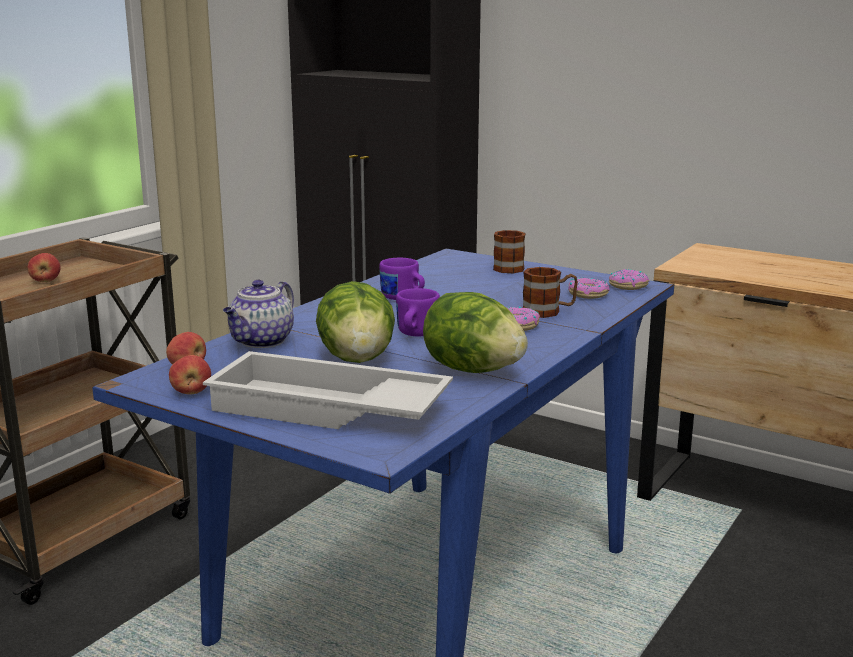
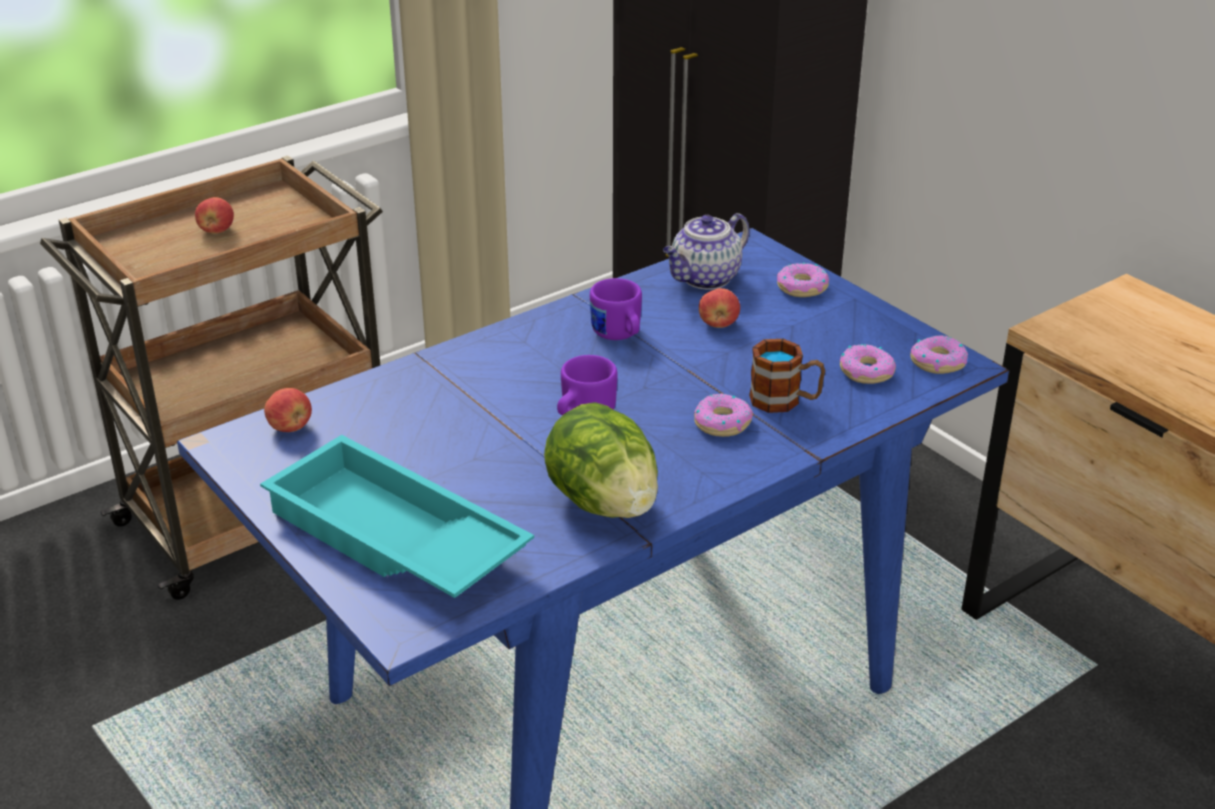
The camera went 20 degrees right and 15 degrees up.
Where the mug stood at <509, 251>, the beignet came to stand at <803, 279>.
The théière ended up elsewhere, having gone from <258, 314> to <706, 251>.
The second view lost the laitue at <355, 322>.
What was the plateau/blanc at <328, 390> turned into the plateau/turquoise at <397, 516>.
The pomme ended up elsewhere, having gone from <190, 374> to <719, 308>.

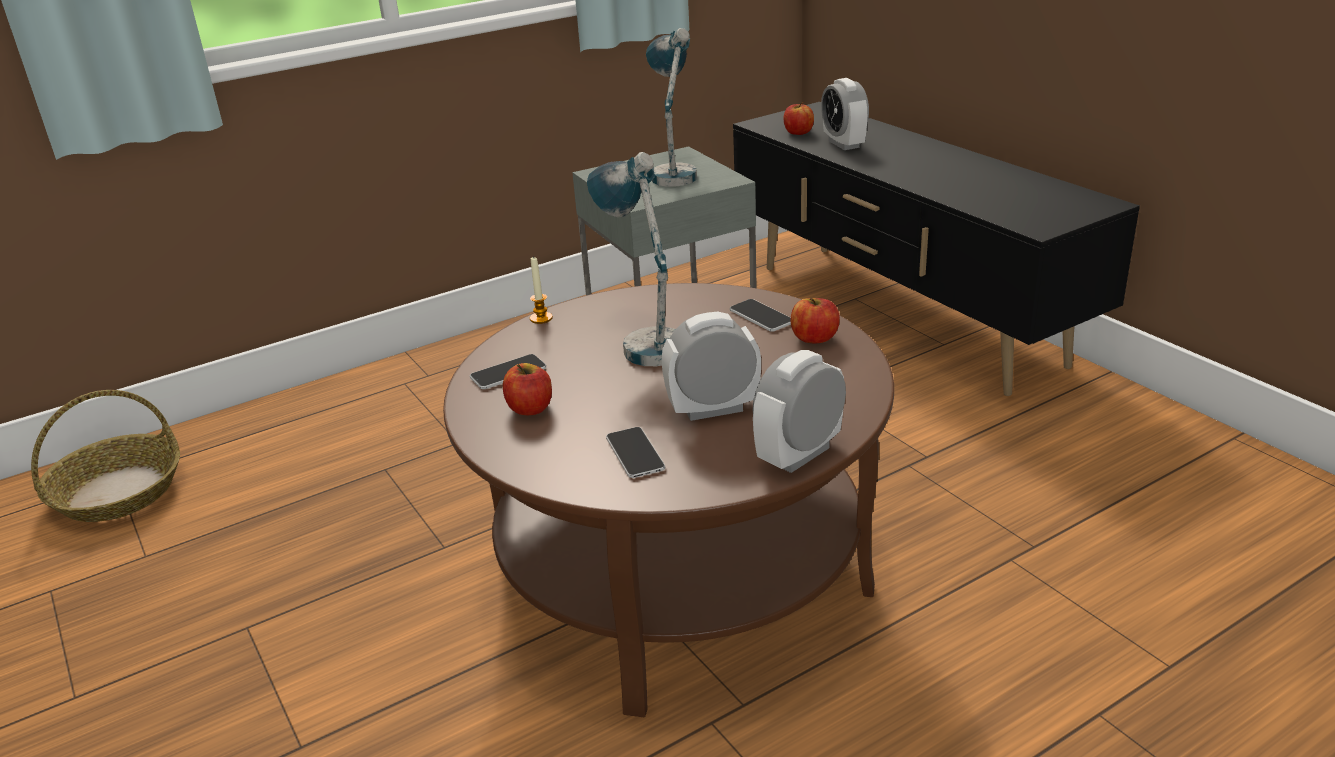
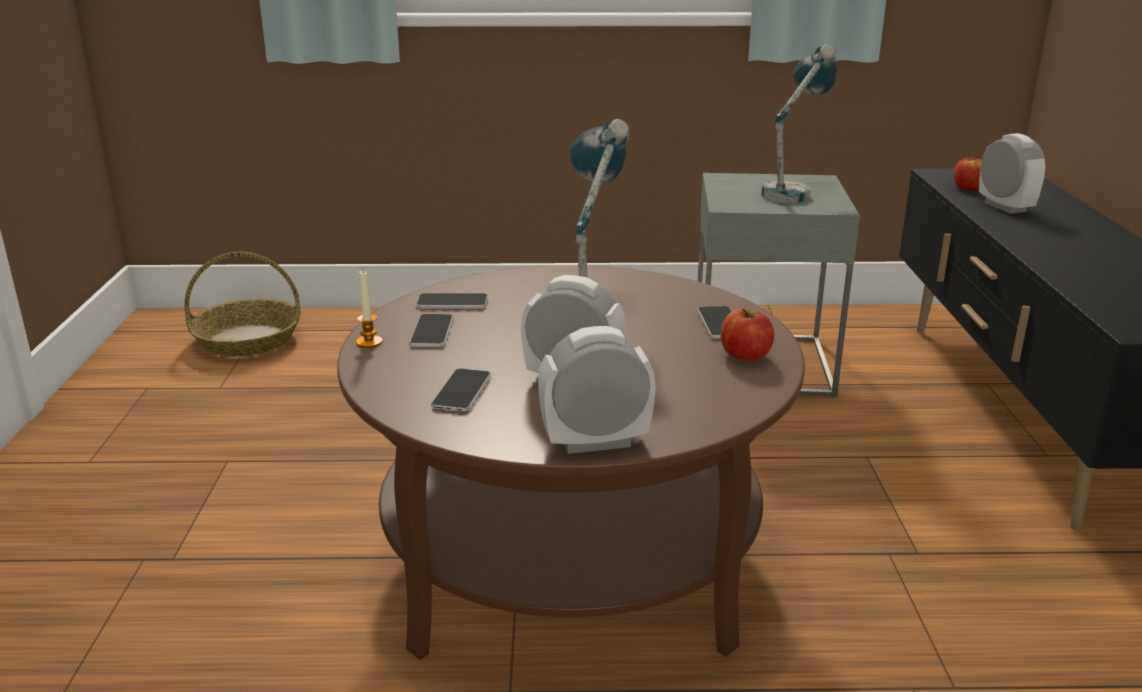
The camera went 30 degrees right and 5 degrees down.
The réveil at <845, 114> ended up facing another way, 150 degrees clockwise from before.
The bougie ended up elsewhere, having gone from <541, 290> to <369, 309>.
Where the pomme stood at <527, 389>, the téléphone came to stand at <431, 330>.

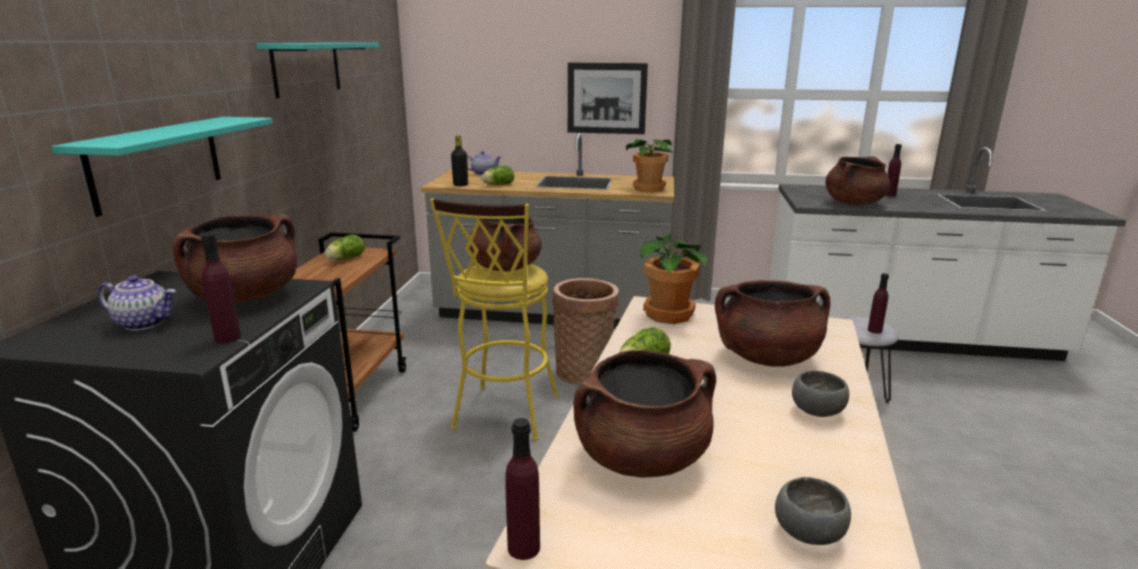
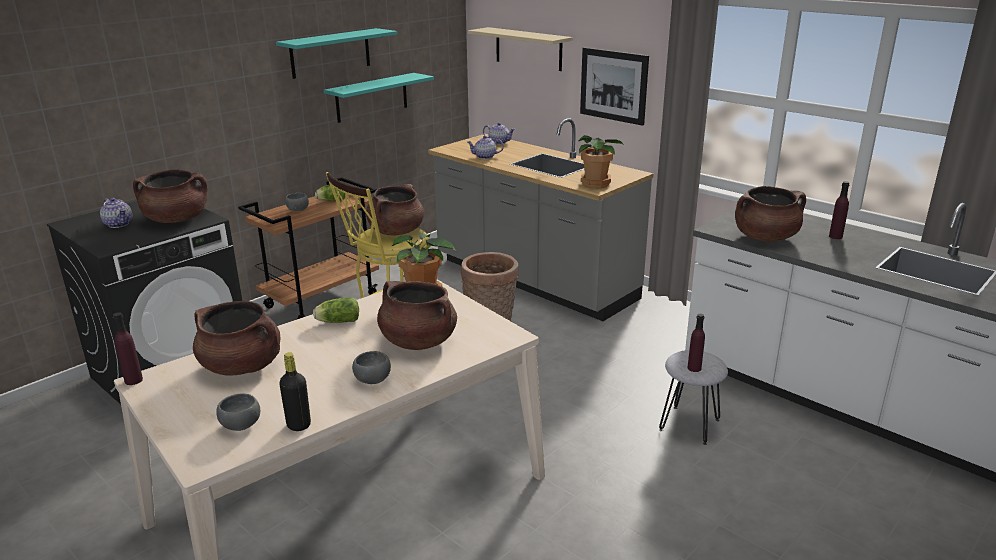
The camera went 35 degrees right and 5 degrees up.
The étagère/turquoise ended up elsewhere, having gone from <162, 167> to <378, 98>.
The bouteille/noir ended up elsewhere, having gone from <459, 160> to <295, 391>.
Where the laitue stood at <497, 175>, the théière came to stand at <485, 147>.
The second view lost the bouteille/violet at <221, 288>.
The second view gained the étagère/beige at <520, 49>.
The second view gained the bol/gris at <297, 202>.

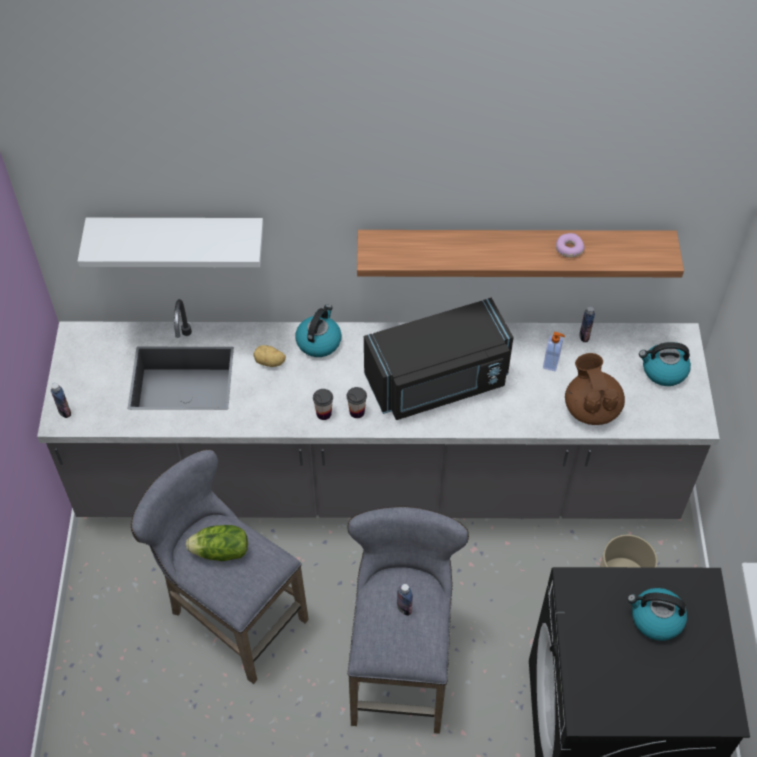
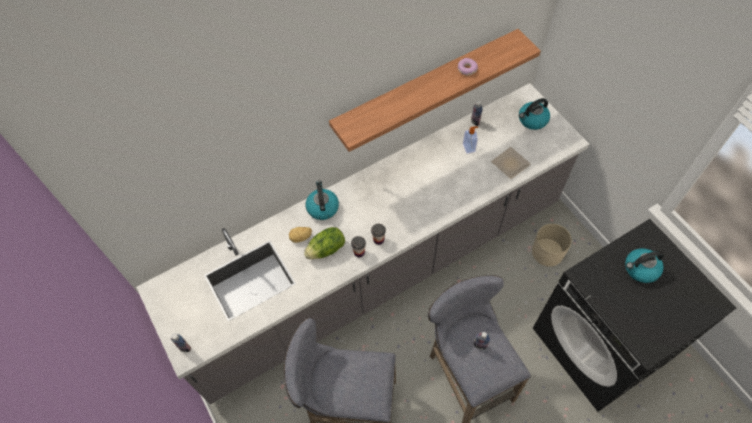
The camera went 30 degrees left and 5 degrees up.
The second view lost the étagère/blanc at <170, 242>.
The second view lost the micro-ondes/noir at <438, 359>.
Where the théière/marron stood at <595, 389>, the assiette came to stand at <511, 163>.
The laitue ended up elsewhere, having gone from <217, 543> to <324, 243>.

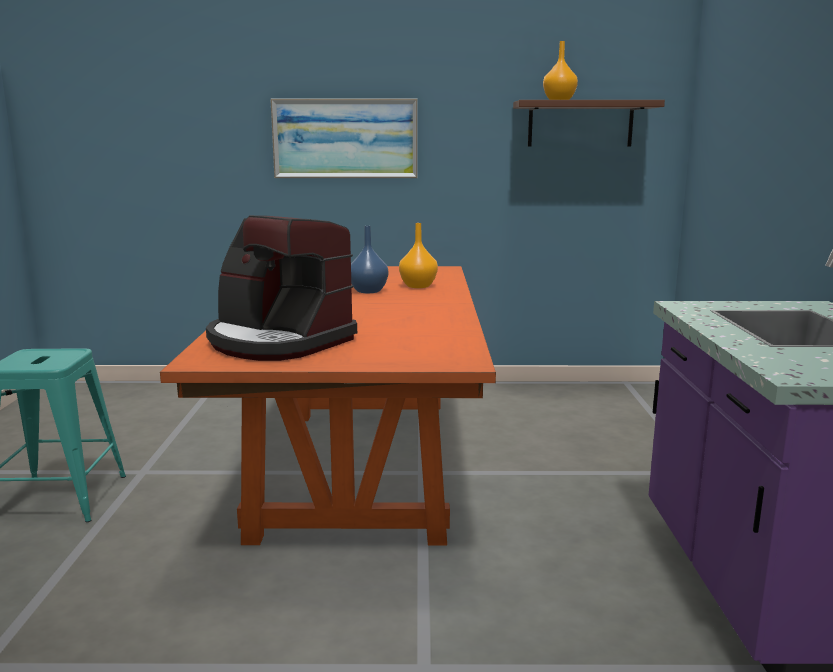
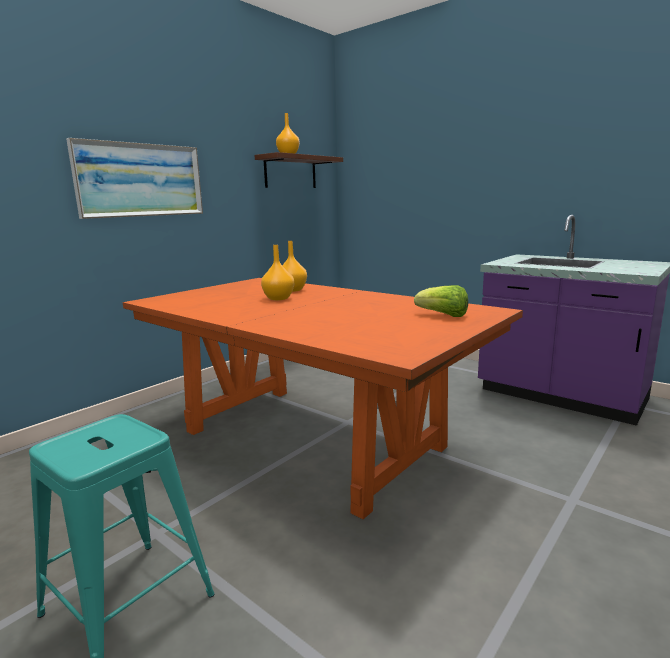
The camera went 50 degrees left and 0 degrees up.
The second view lost the machine à café at <281, 288>.
What was the vase/bleu at <369, 259> turned into the vase/orange at <277, 272>.
The second view gained the laitue at <441, 301>.

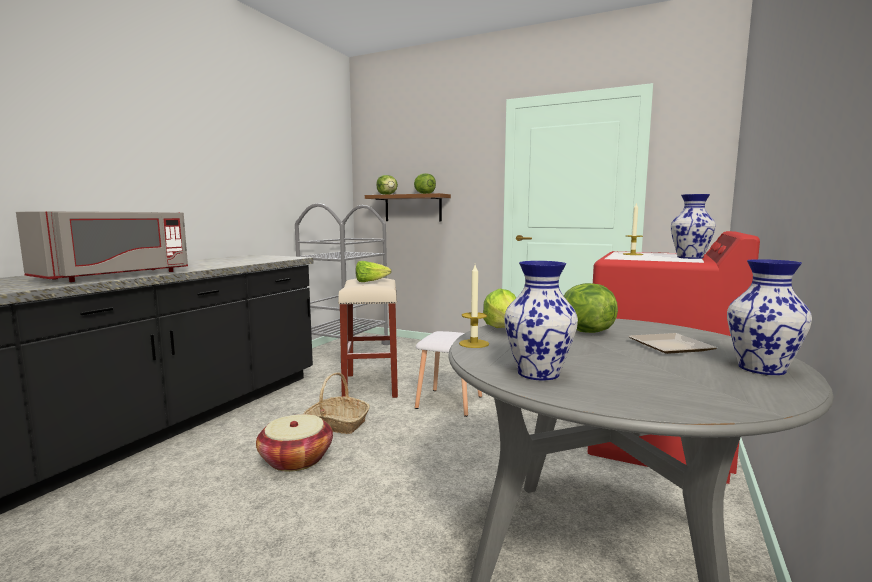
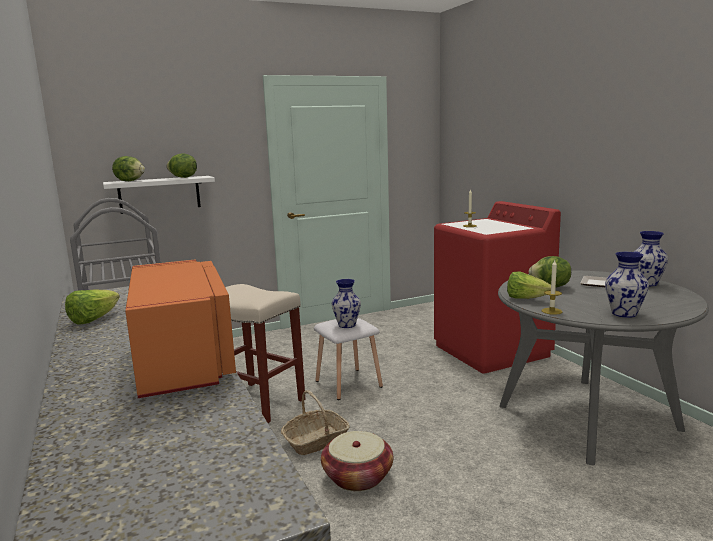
The camera went 50 degrees left and 5 degrees up.
What was the étagère/marron at <408, 207> turned into the étagère/blanc at <159, 195>.
The vase ended up elsewhere, having gone from <693, 226> to <346, 303>.
What was the micro-ondes/gris at <102, 246> turned into the micro-ondes/orange at <180, 328>.
The laitue ended up elsewhere, having gone from <374, 271> to <92, 307>.

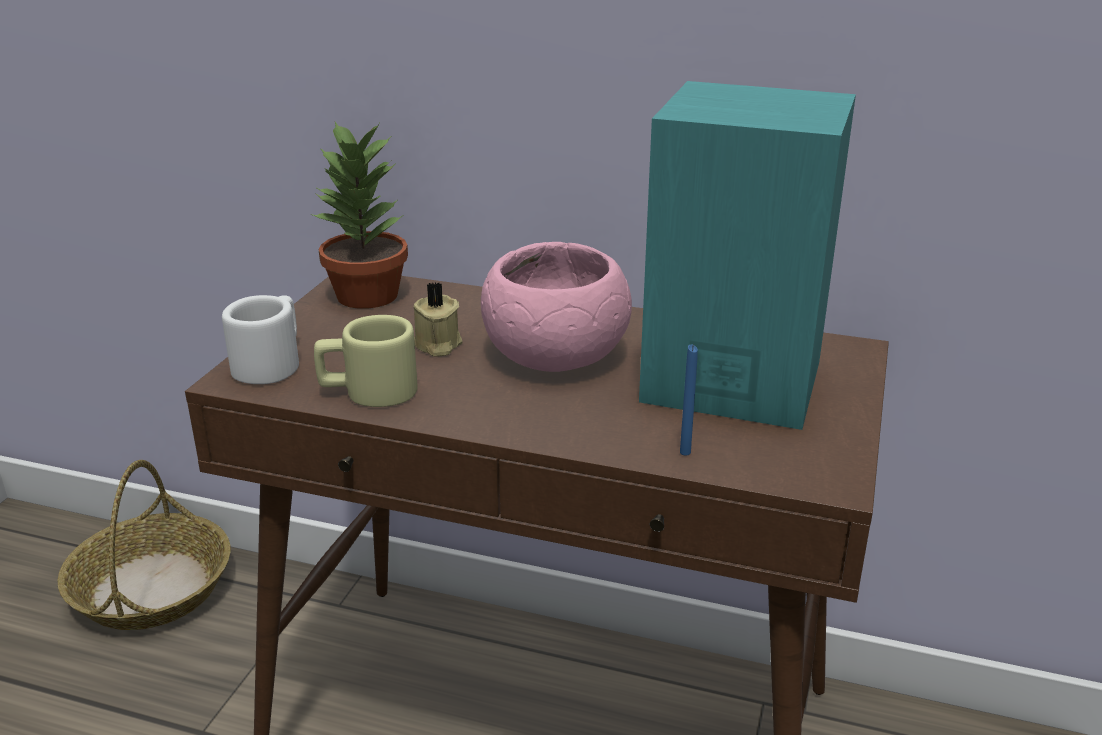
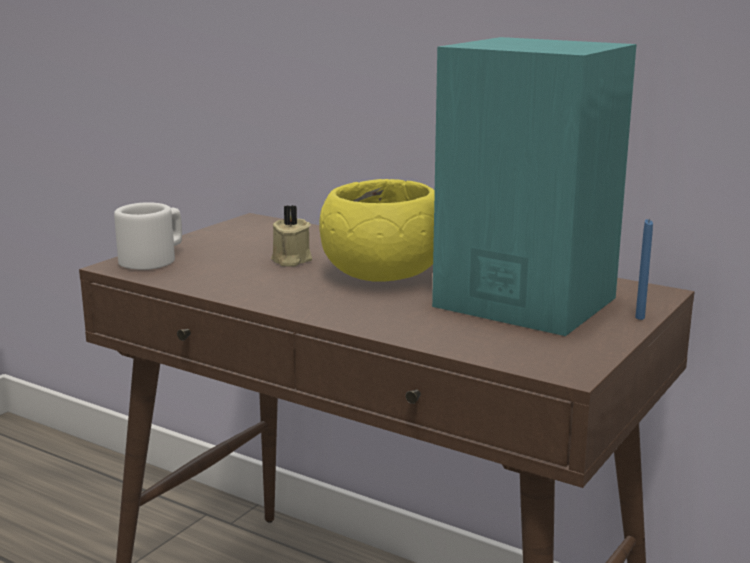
The camera went 15 degrees right and 10 degrees down.
The second view lost the plante en pot at <359, 215>.
What was the bol/rose at <556, 307> turned into the bol/jaune at <377, 230>.
The second view lost the mug/beige at <366, 361>.
The bougie/bleu ended up elsewhere, having gone from <689, 400> to <644, 269>.
The second view lost the panier at <143, 545>.

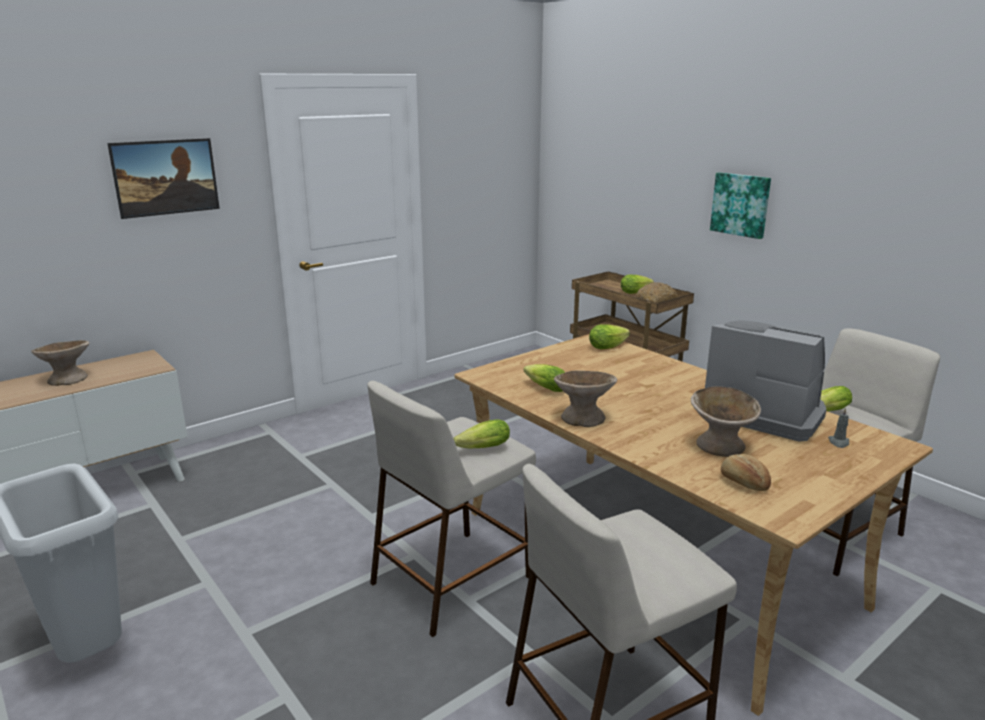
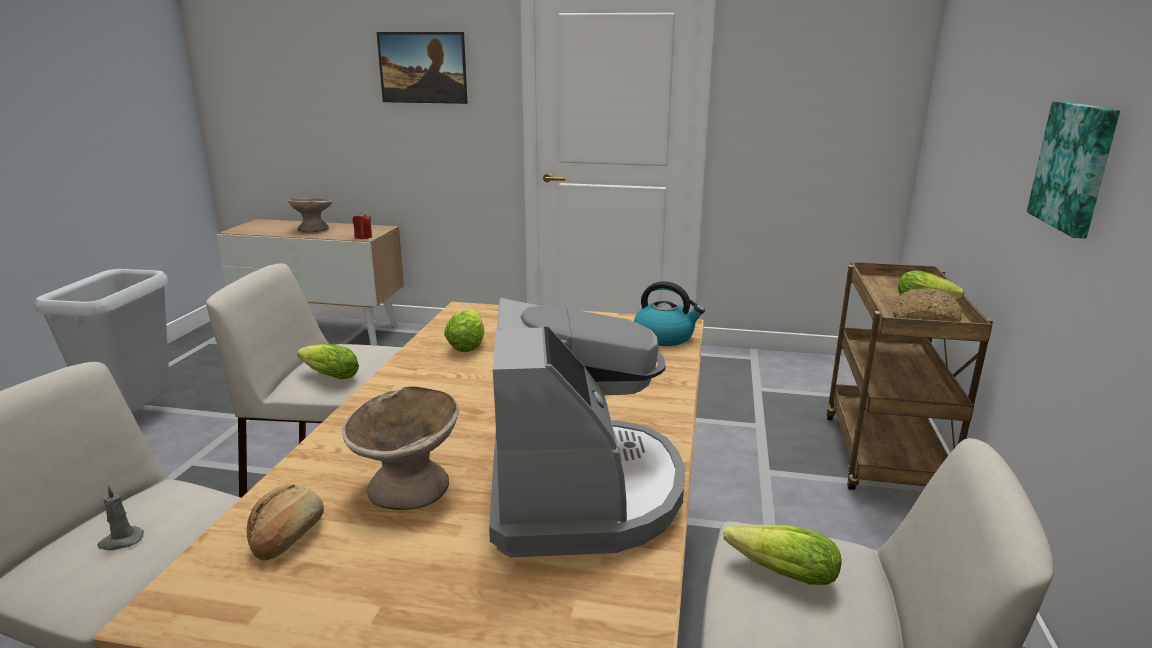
The camera went 50 degrees right and 0 degrees up.
Where the laitue stood at <609, 336>, the bouilloire came to stand at <669, 313>.
The second view lost the bol/beige at <585, 399>.
The bougie/gris ended up elsewhere, having gone from <838, 427> to <120, 517>.
The second view gained the bougie/rouge at <362, 225>.

